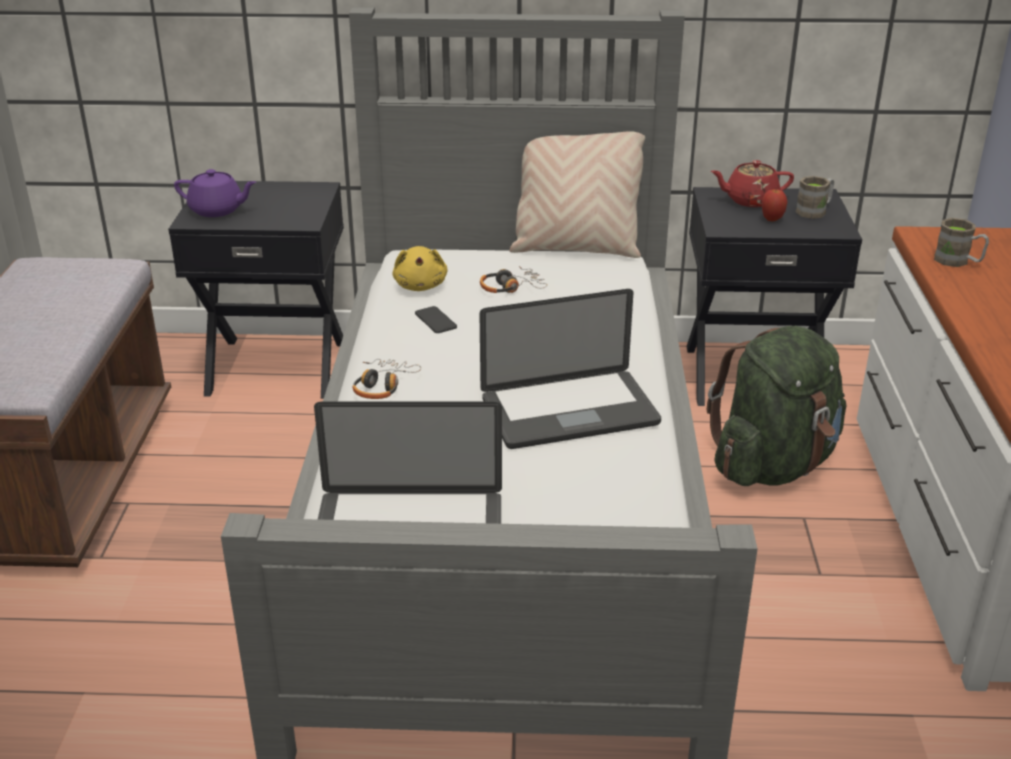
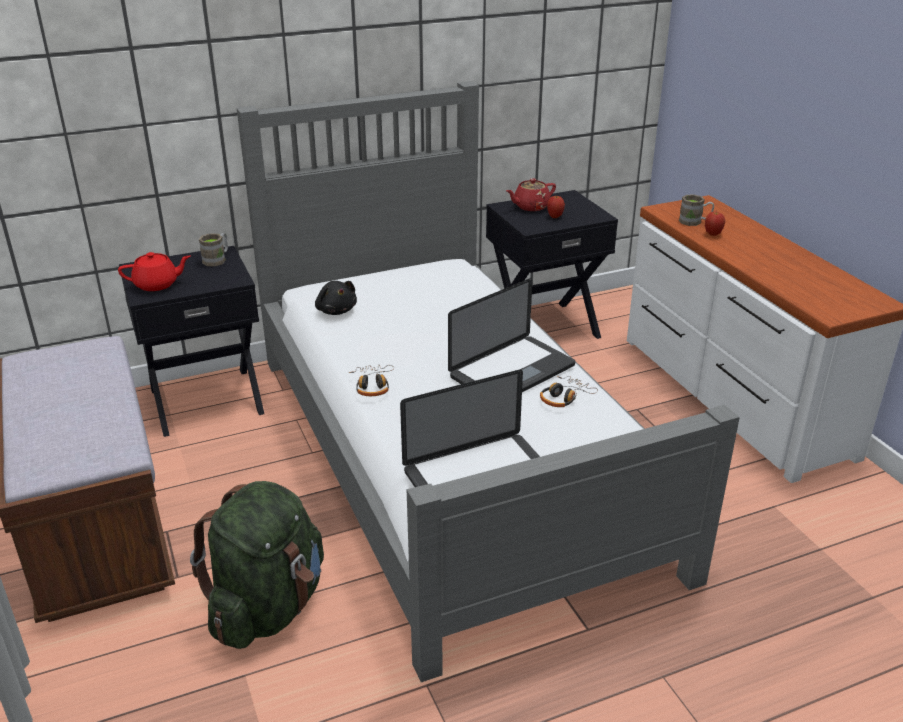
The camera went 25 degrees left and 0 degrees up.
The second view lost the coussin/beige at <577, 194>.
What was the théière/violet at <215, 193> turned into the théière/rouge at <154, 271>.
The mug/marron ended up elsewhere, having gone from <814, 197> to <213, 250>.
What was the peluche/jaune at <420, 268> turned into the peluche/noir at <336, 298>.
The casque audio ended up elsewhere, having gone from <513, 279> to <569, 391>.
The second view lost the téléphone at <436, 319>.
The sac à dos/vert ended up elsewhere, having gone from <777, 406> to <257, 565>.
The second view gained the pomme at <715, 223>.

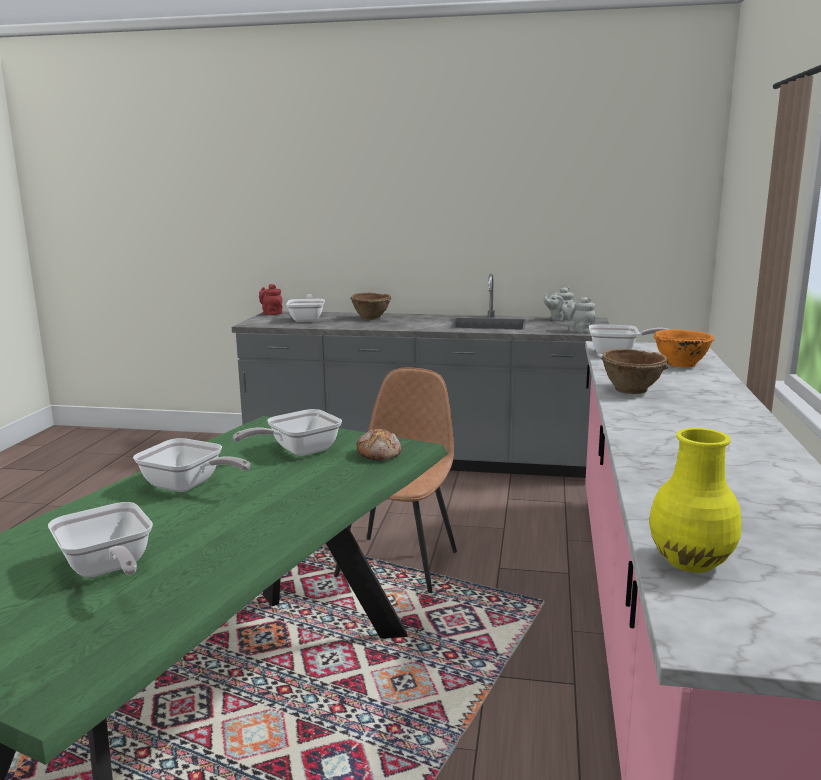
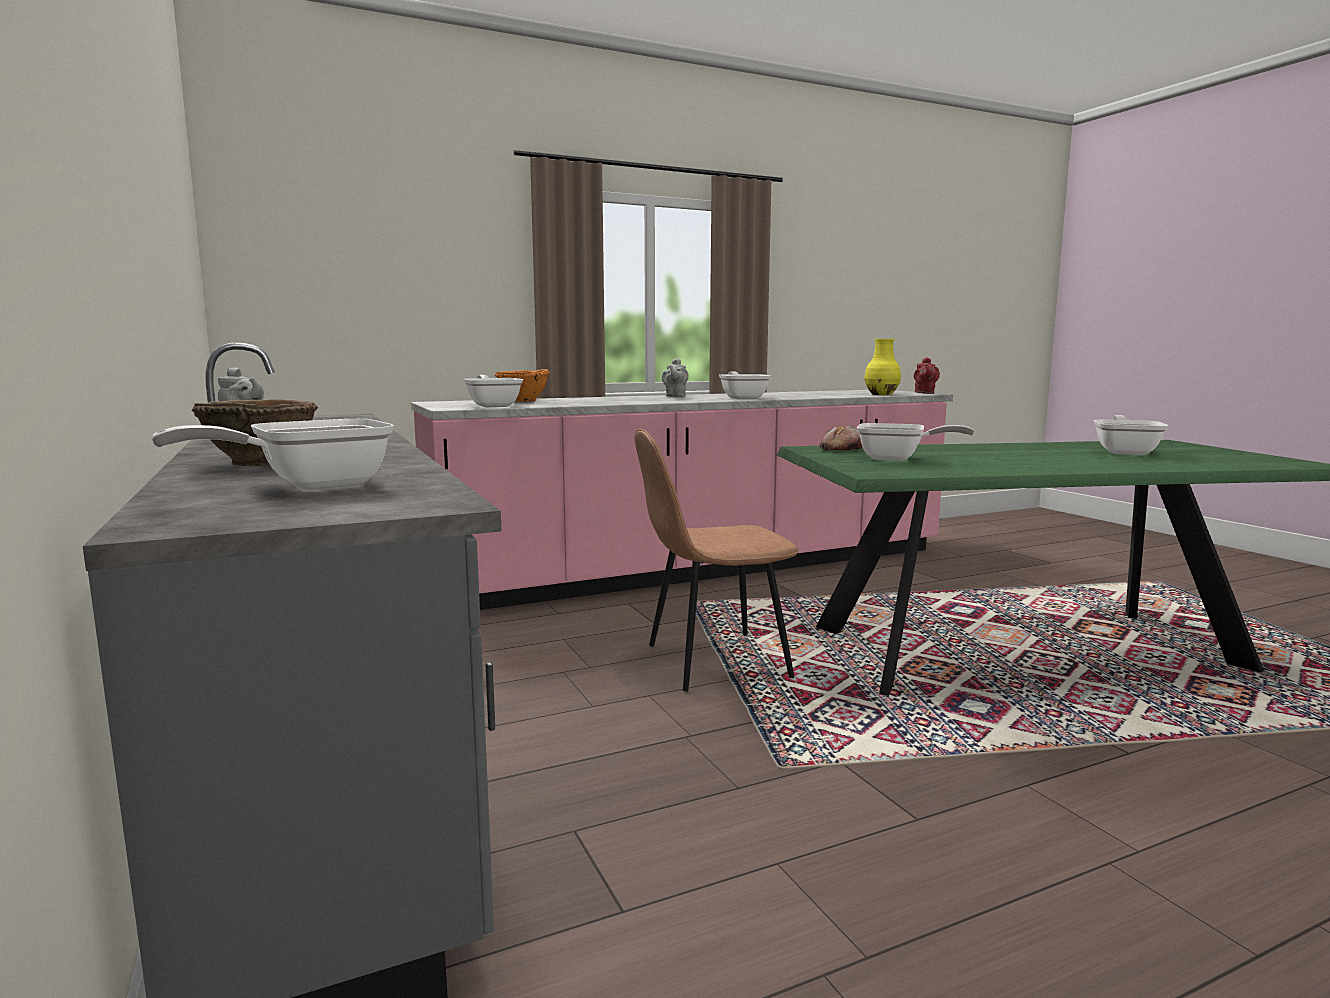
The camera went 125 degrees left and 5 degrees down.
The théière/rouge ended up elsewhere, having gone from <271, 299> to <927, 375>.
The théière/gris ended up elsewhere, having gone from <578, 315> to <675, 377>.
The second view lost the bol/marron at <634, 371>.
The poêle ended up elsewhere, having gone from <191, 465> to <745, 385>.

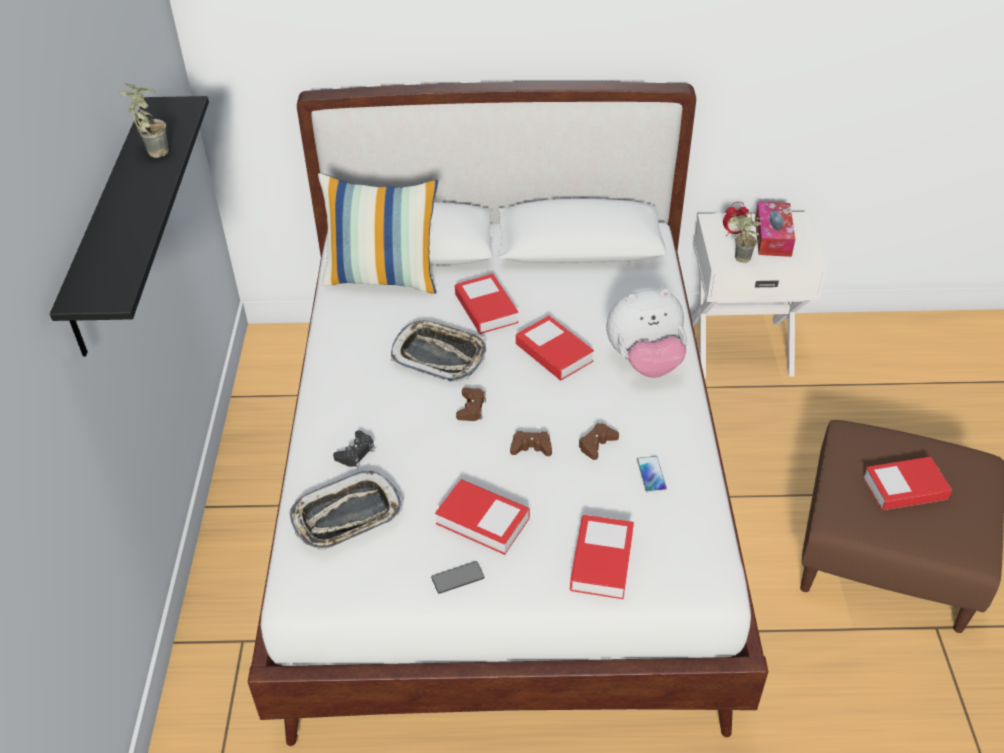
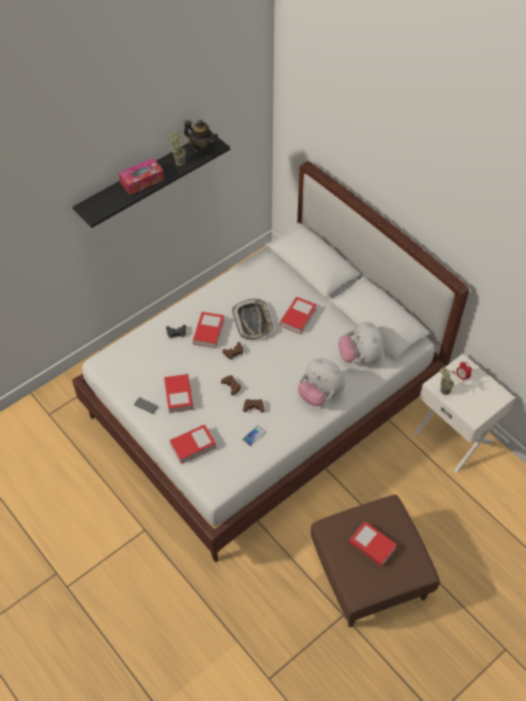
The camera went 50 degrees right and 10 degrees up.
The second view lost the coussin at <378, 233>.
The boîte à mouchoirs ended up elsewhere, having gone from <775, 229> to <141, 176>.
The livre ended up elsewhere, having gone from <555, 348> to <208, 330>.
The second view lost the plateau at <347, 510>.
The second view gained the théière at <201, 137>.
The second view gained the peluche at <361, 343>.

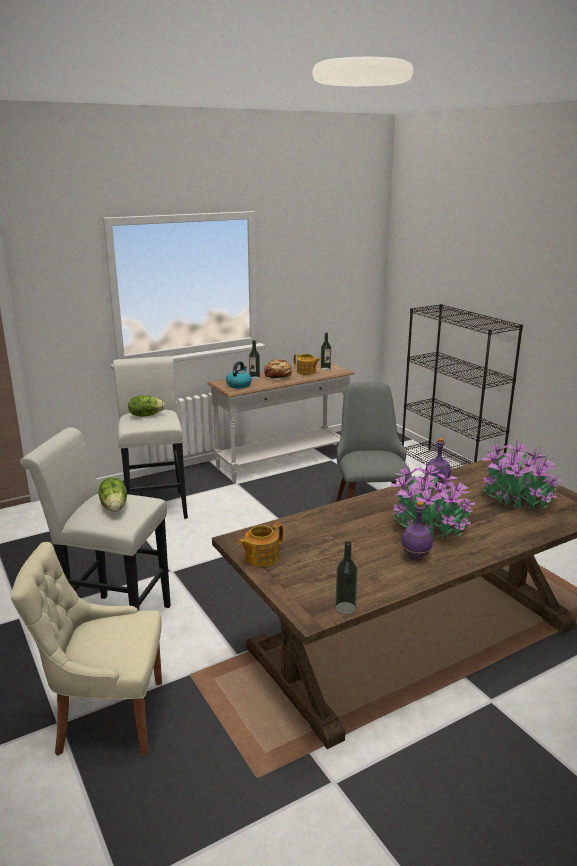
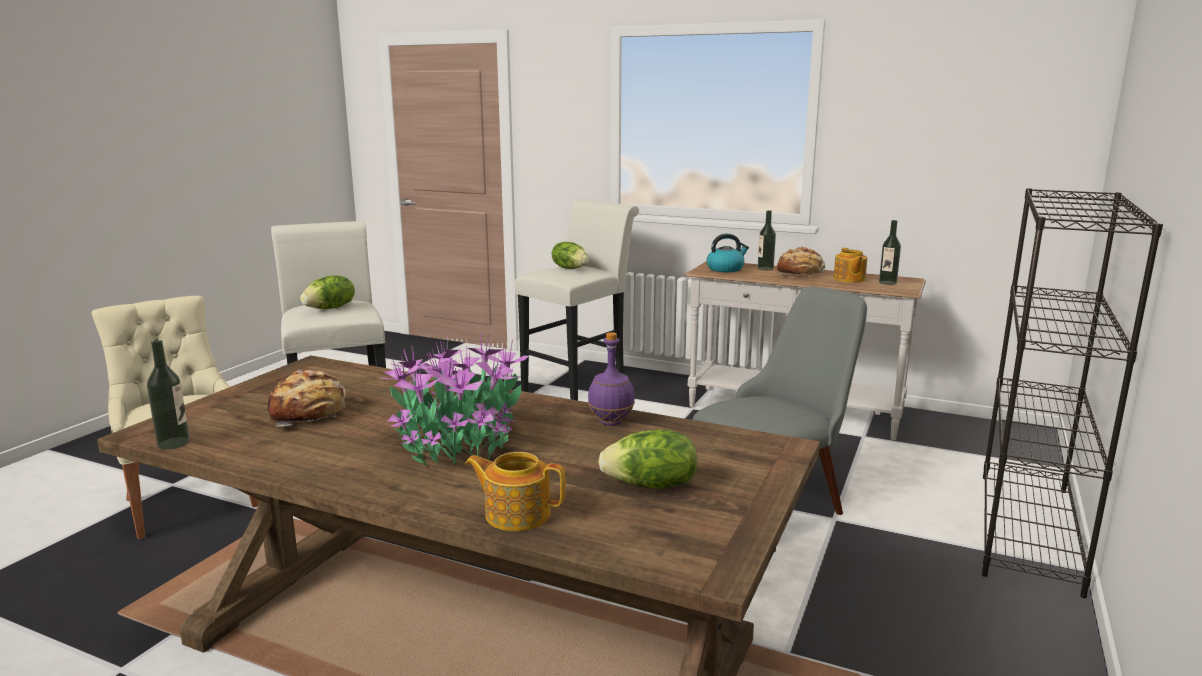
The camera went 55 degrees right and 5 degrees down.
Where the plante en pot stood at <522, 475>, the laitue came to stand at <647, 459>.
The second view lost the bouteille/violet at <417, 531>.
The théière ended up elsewhere, having gone from <260, 545> to <515, 491>.
The second view gained the pain at <306, 398>.

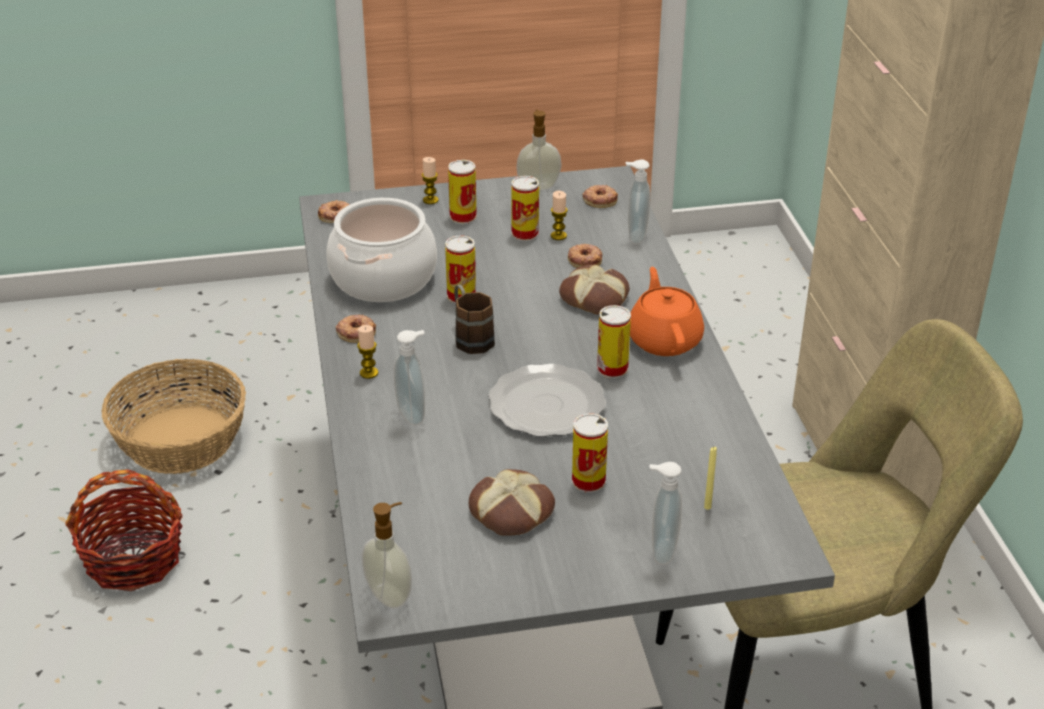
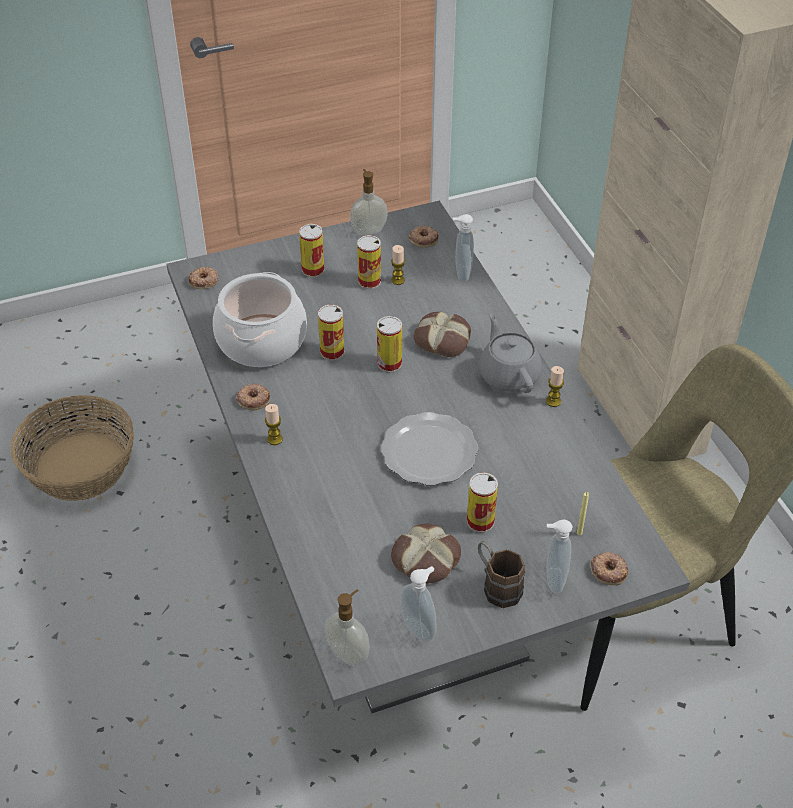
The camera went 10 degrees left and 10 degrees up.
The bougie ended up elsewhere, having gone from <430, 180> to <555, 386>.
The beignet ended up elsewhere, having gone from <585, 256> to <610, 568>.
What was the théière/orange at <667, 311> turned into the théière/gris at <510, 353>.
The mug/marron ended up elsewhere, having gone from <474, 319> to <501, 574>.
The boîte métallique ended up elsewhere, having gone from <614, 342> to <389, 344>.
The distributeur de savon ended up elsewhere, having gone from <409, 377> to <418, 604>.
The second view lost the panier at <124, 530>.

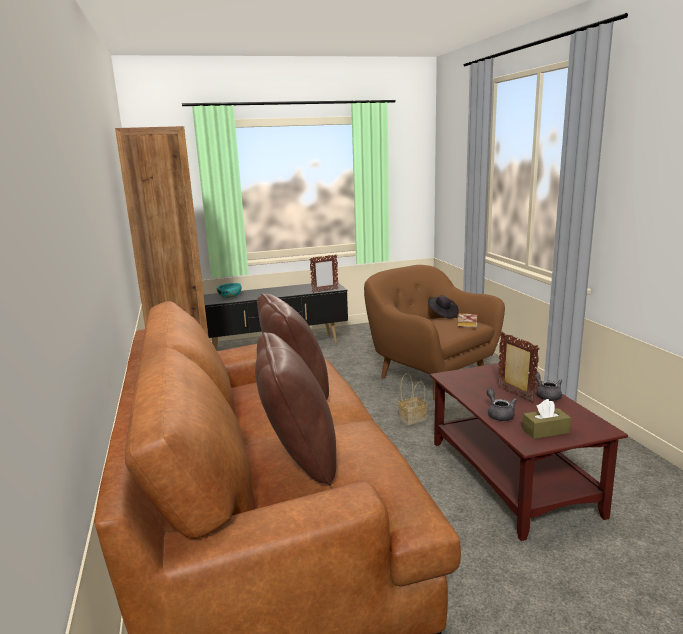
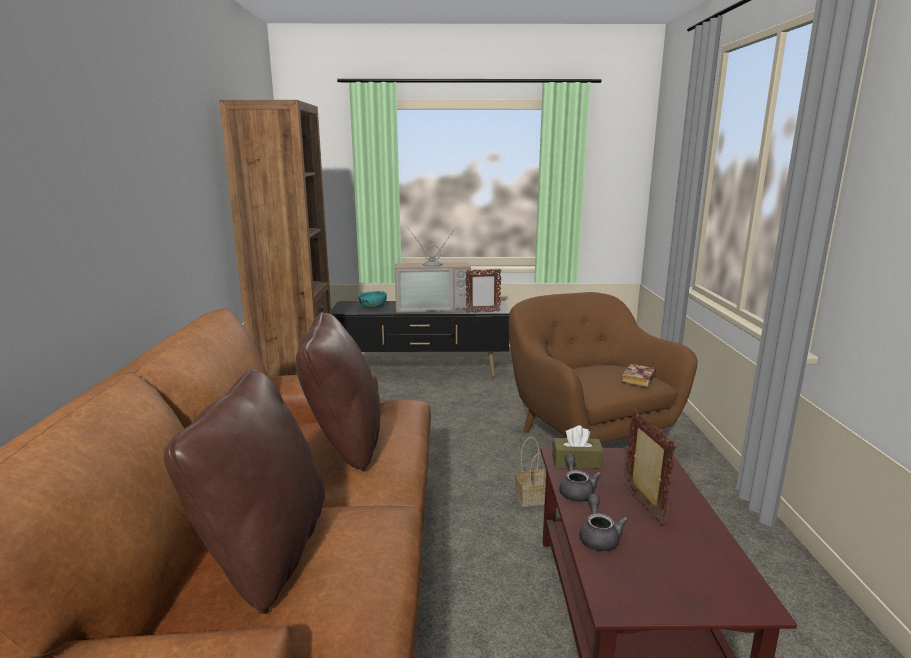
The camera went 15 degrees right and 0 degrees up.
The second view lost the chapeau/noir at <443, 307>.
The théière/gris ended up elsewhere, having gone from <547, 386> to <580, 478>.
The boîte à mouchoirs/marron ended up elsewhere, having gone from <546, 419> to <578, 447>.
The second view gained the téléviseur at <433, 270>.

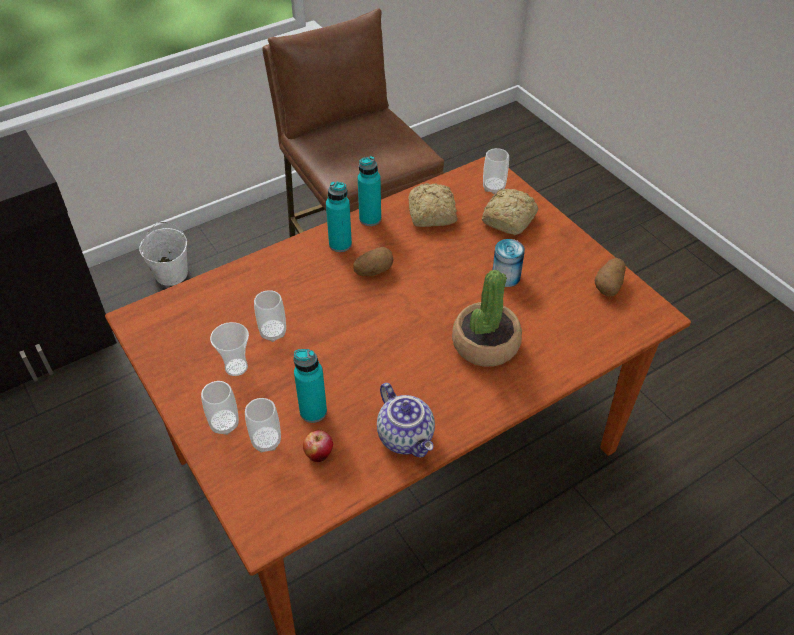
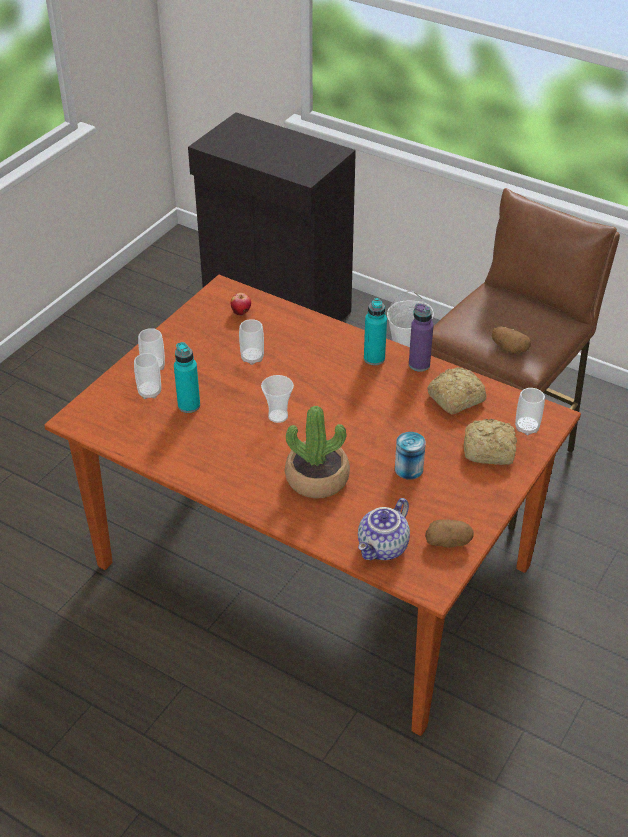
The camera went 65 degrees right and 5 degrees down.
What was the bouteille/turquoise at <369, 191> turned into the bouteille/violet at <421, 337>.
The pomme de terre ended up elsewhere, having gone from <373, 261> to <511, 340>.
The tasse ended up elsewhere, having gone from <229, 349> to <277, 399>.
The théière ended up elsewhere, having gone from <406, 420> to <384, 529>.
The pomme ended up elsewhere, having gone from <318, 446> to <240, 304>.

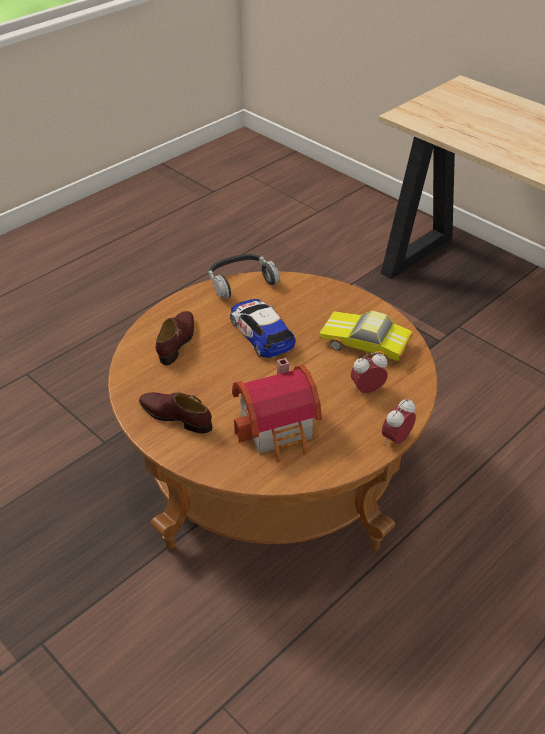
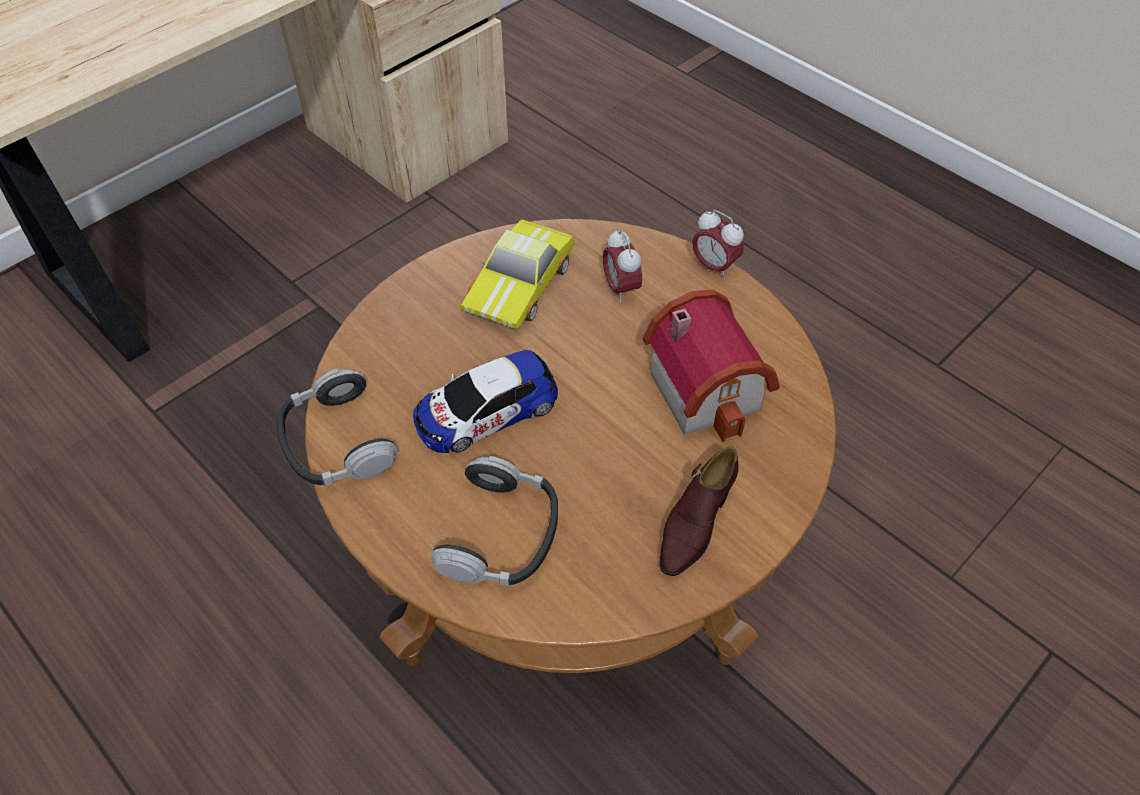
The camera went 90 degrees left and 10 degrees up.
Where the chaussure/marron stood at <175, 338>, the casque audio came to stand at <494, 521>.

